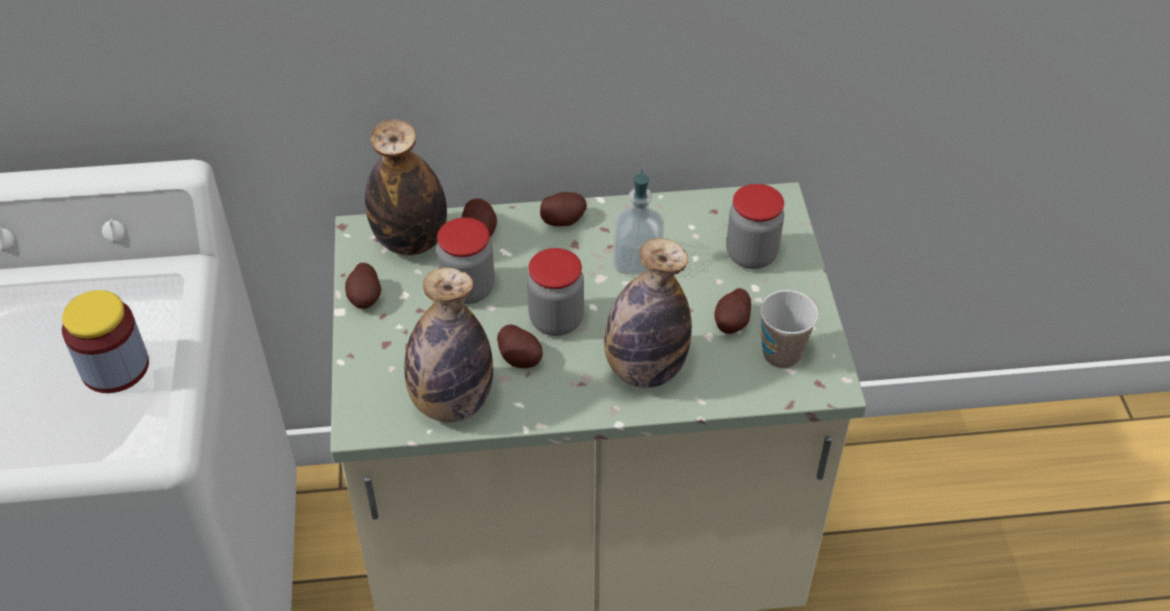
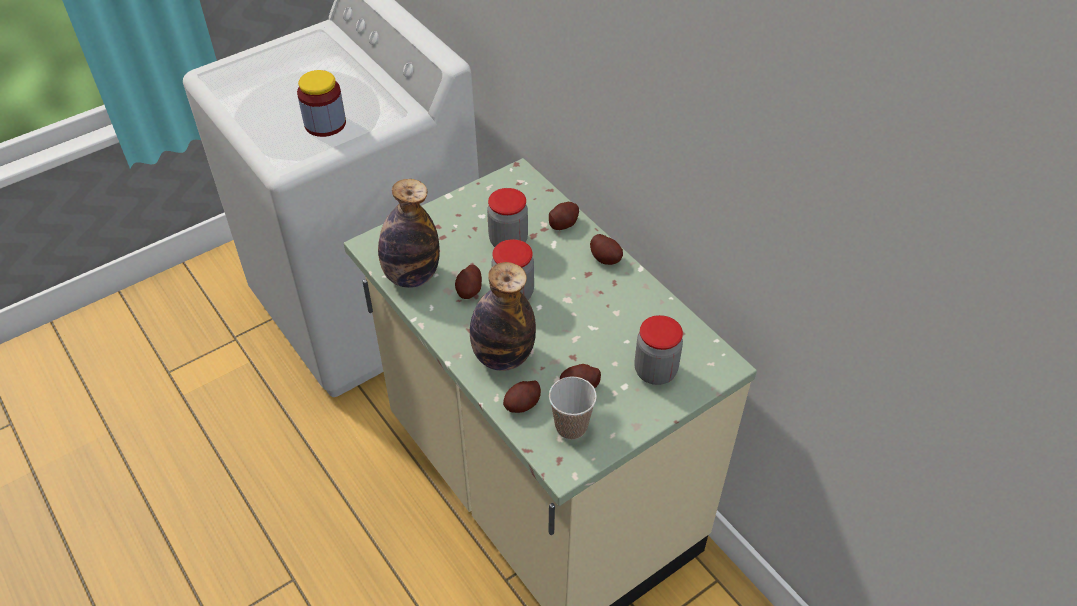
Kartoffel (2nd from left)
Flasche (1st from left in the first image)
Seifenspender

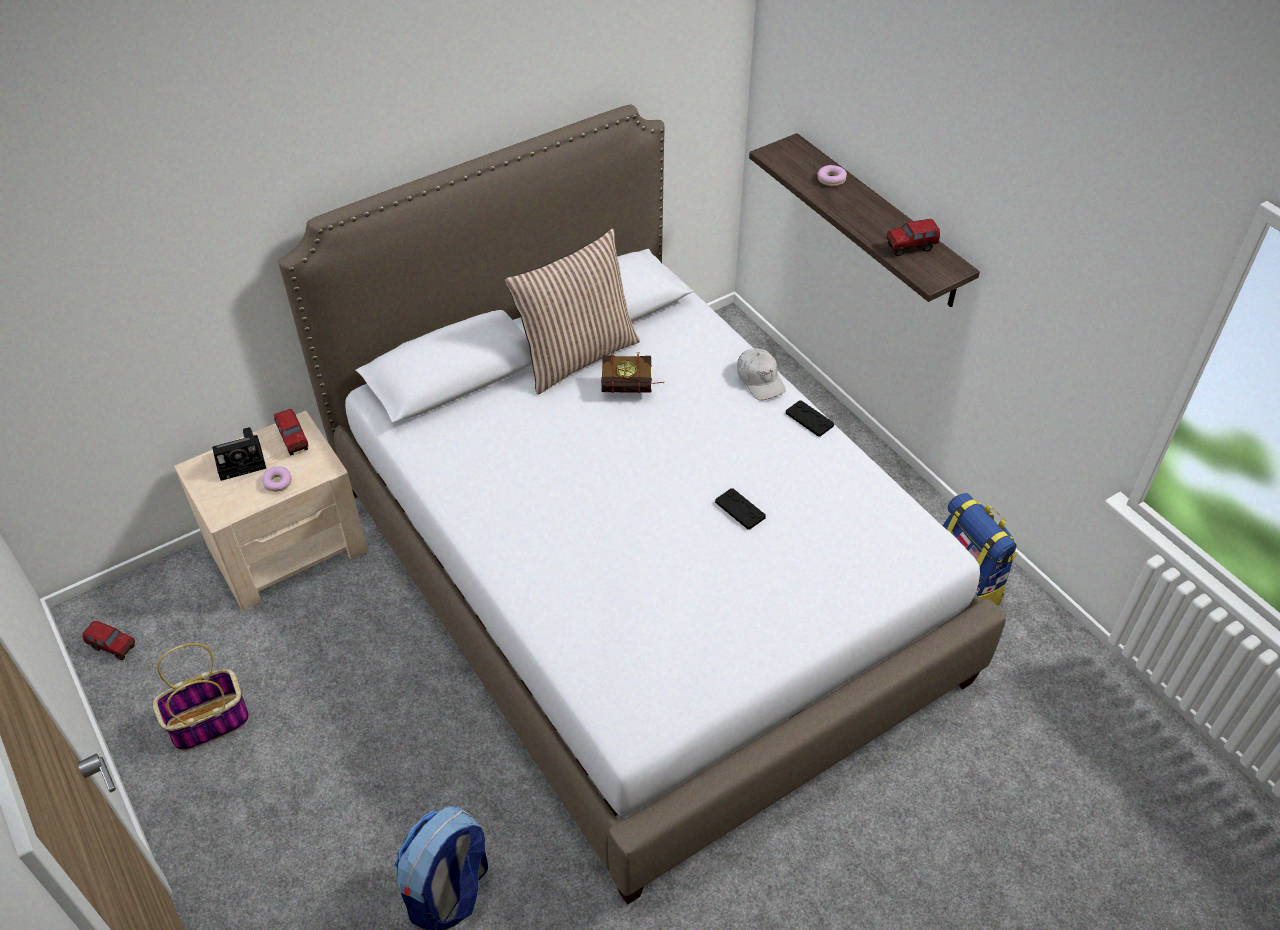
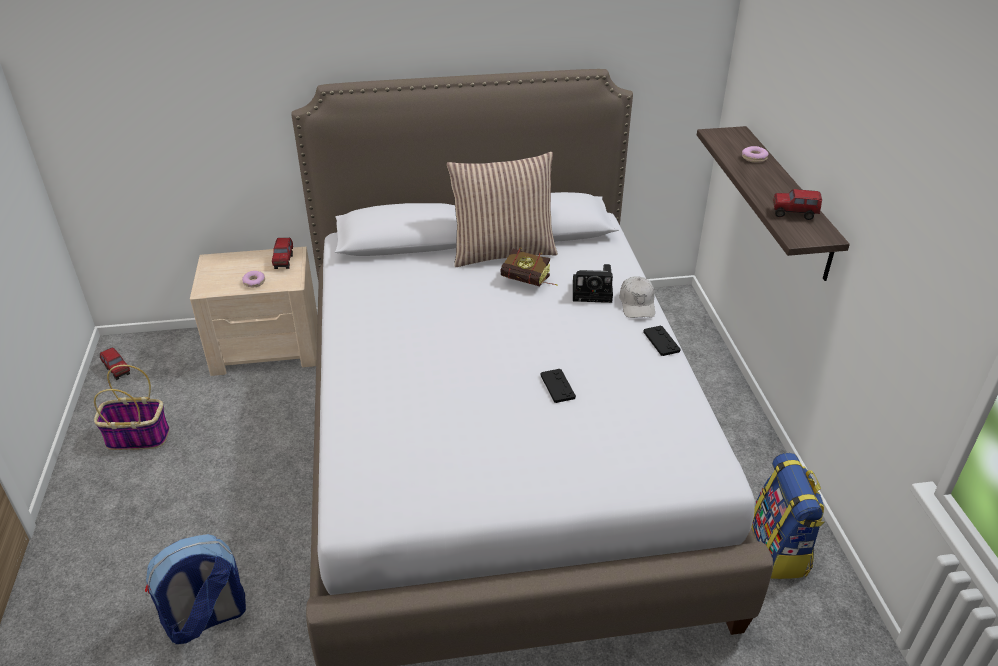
Kamera

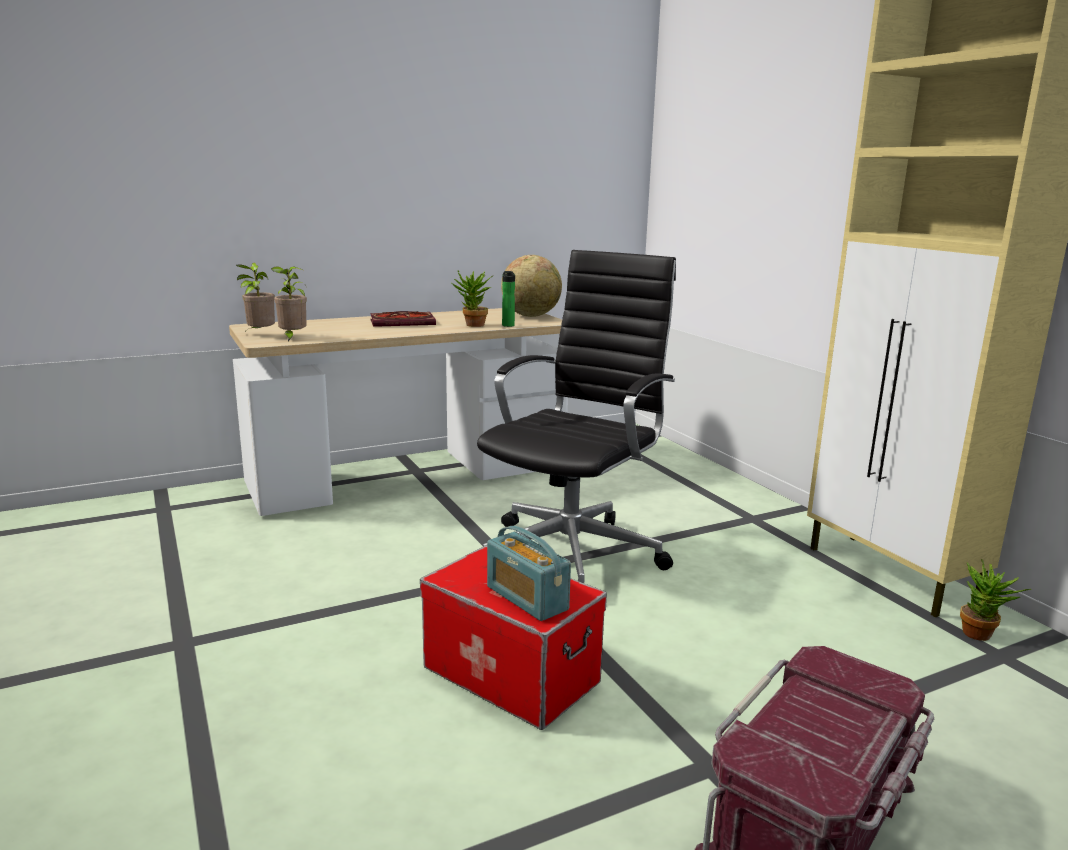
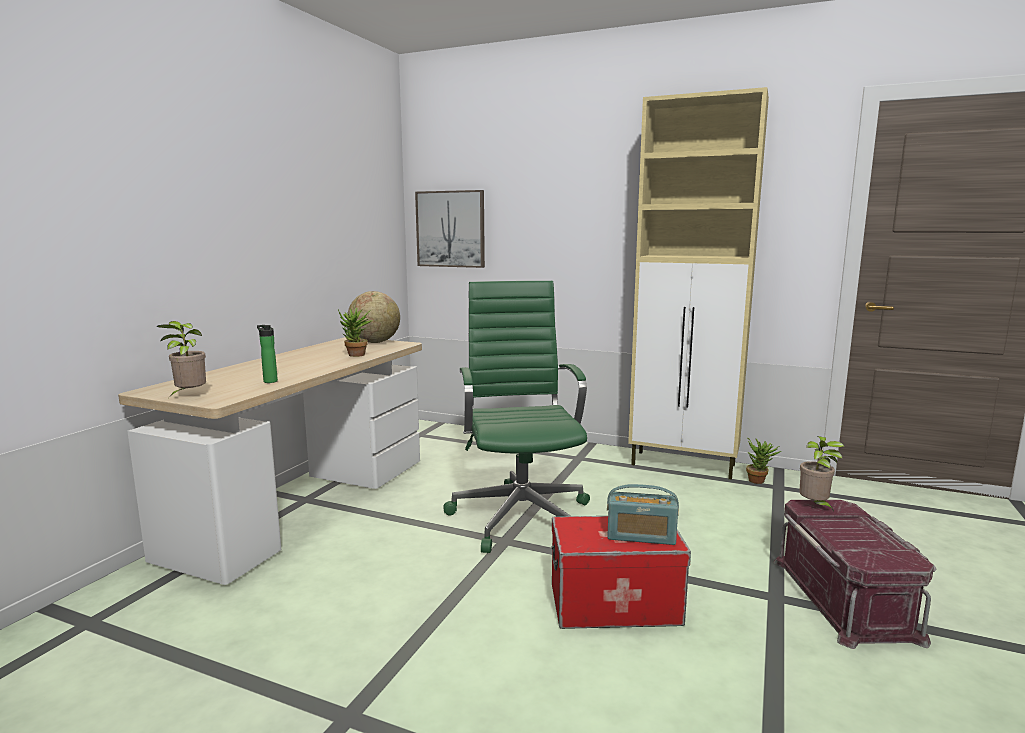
Flasche
Bild
Bürostuhl (grün)
Topfpflanze (4th from left)
Buch

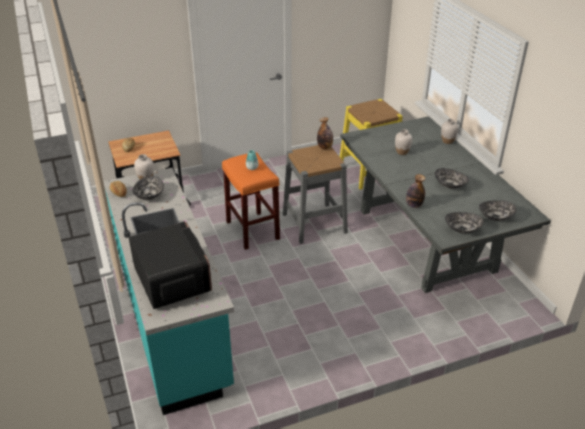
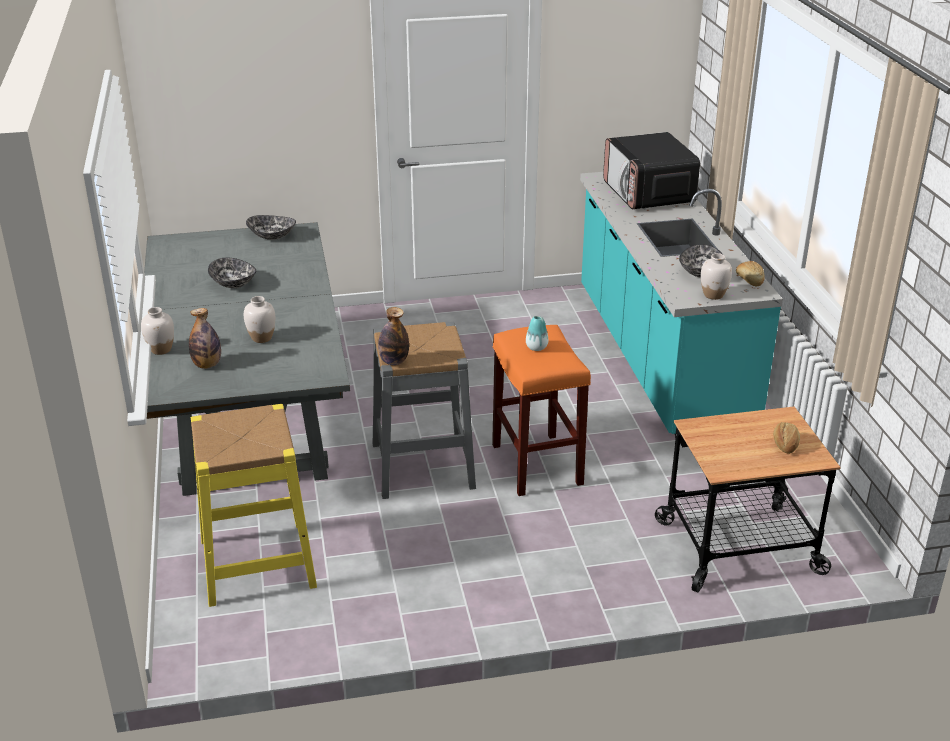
Flasche (1st from left)
Schüssel (4th from left in the first image)

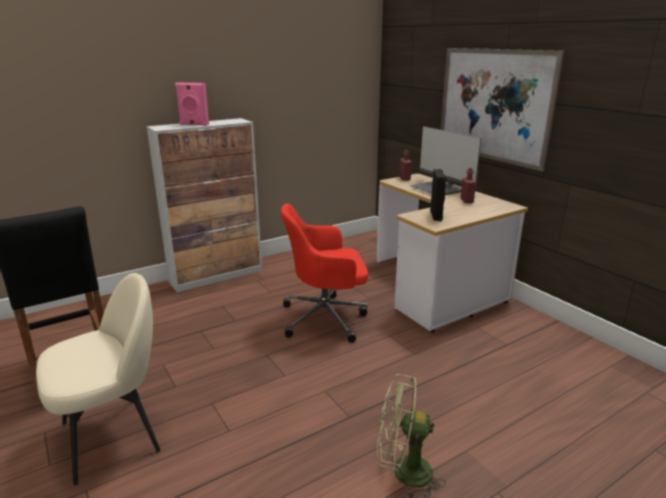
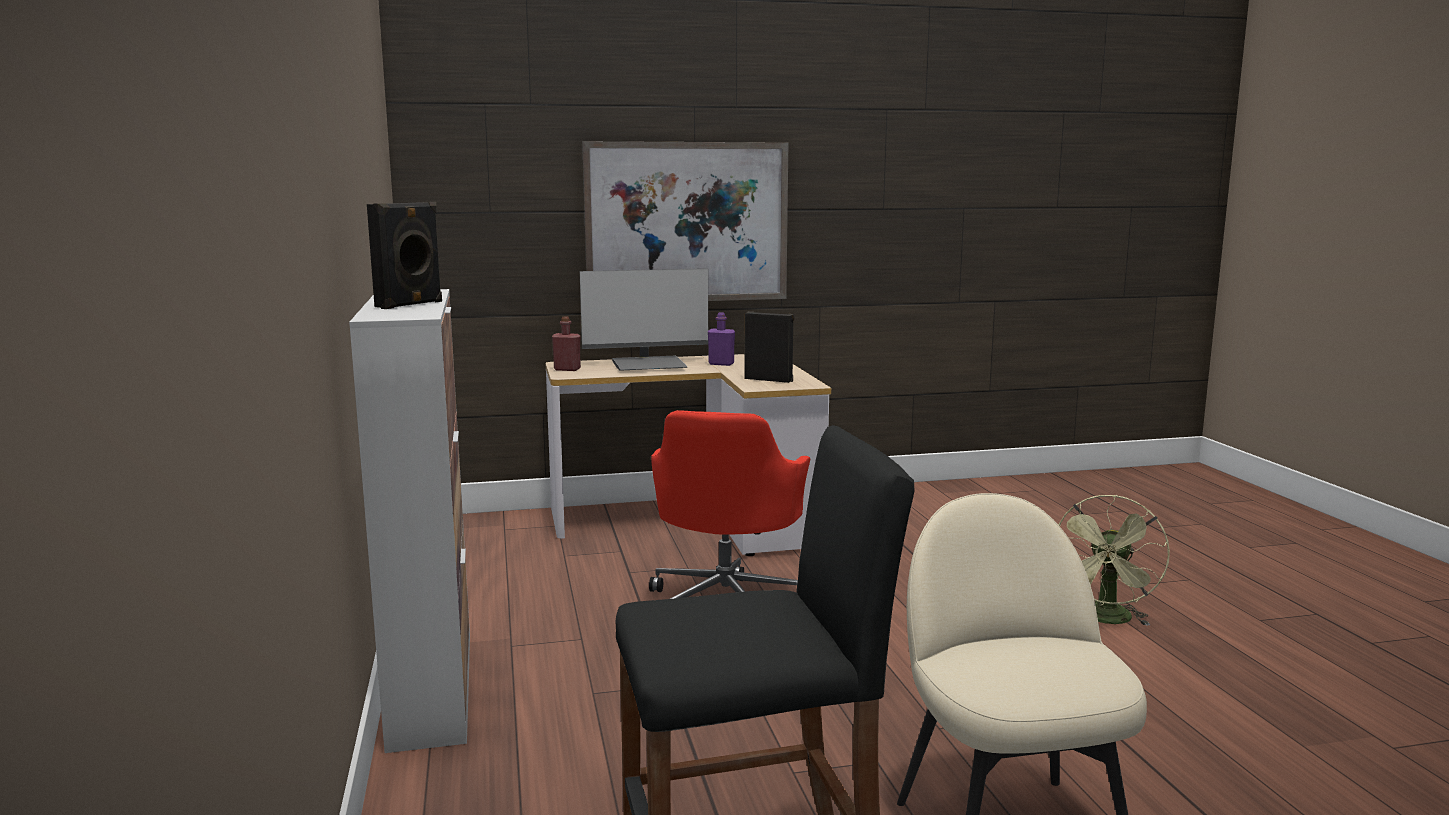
Lautsprecher (schwarz) (1st from left)
Flasche (lila)

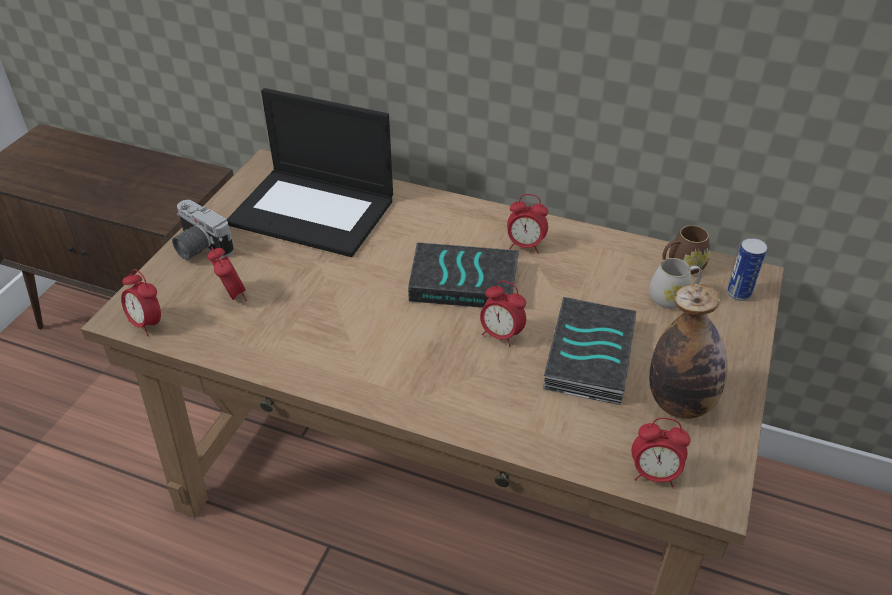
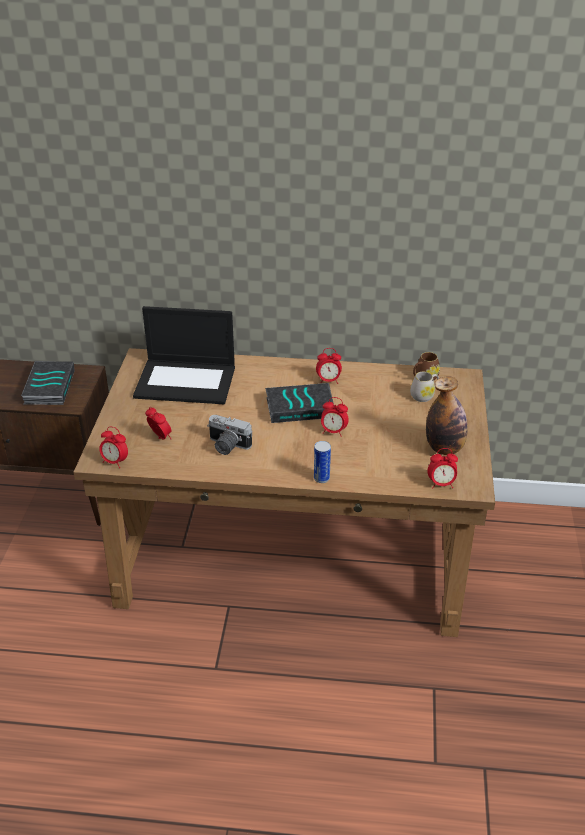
Buch (1st from left)
Kamera
Dose

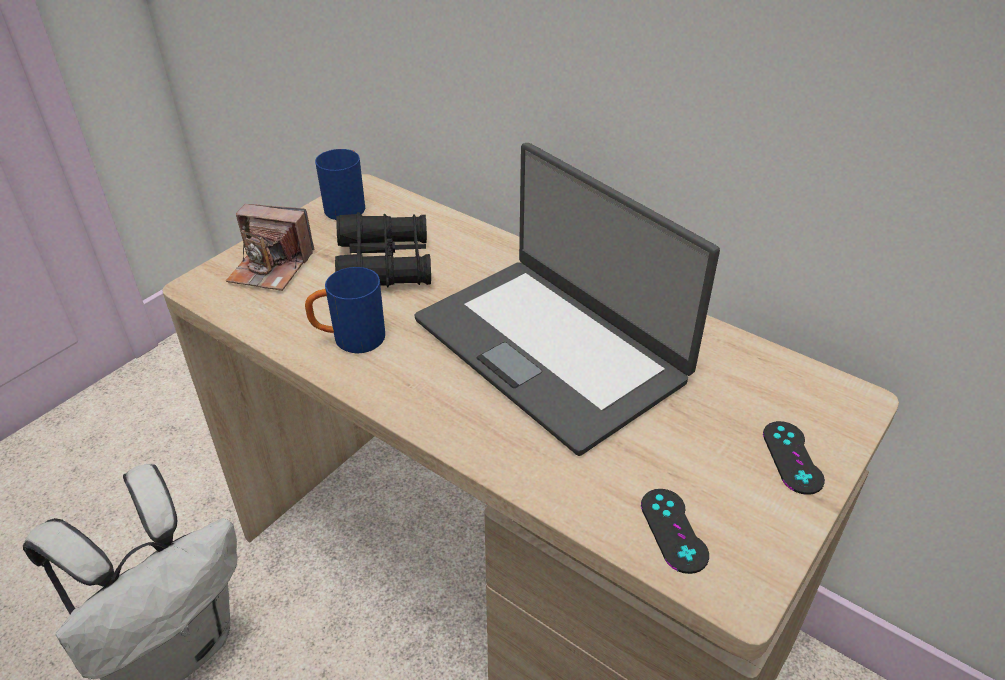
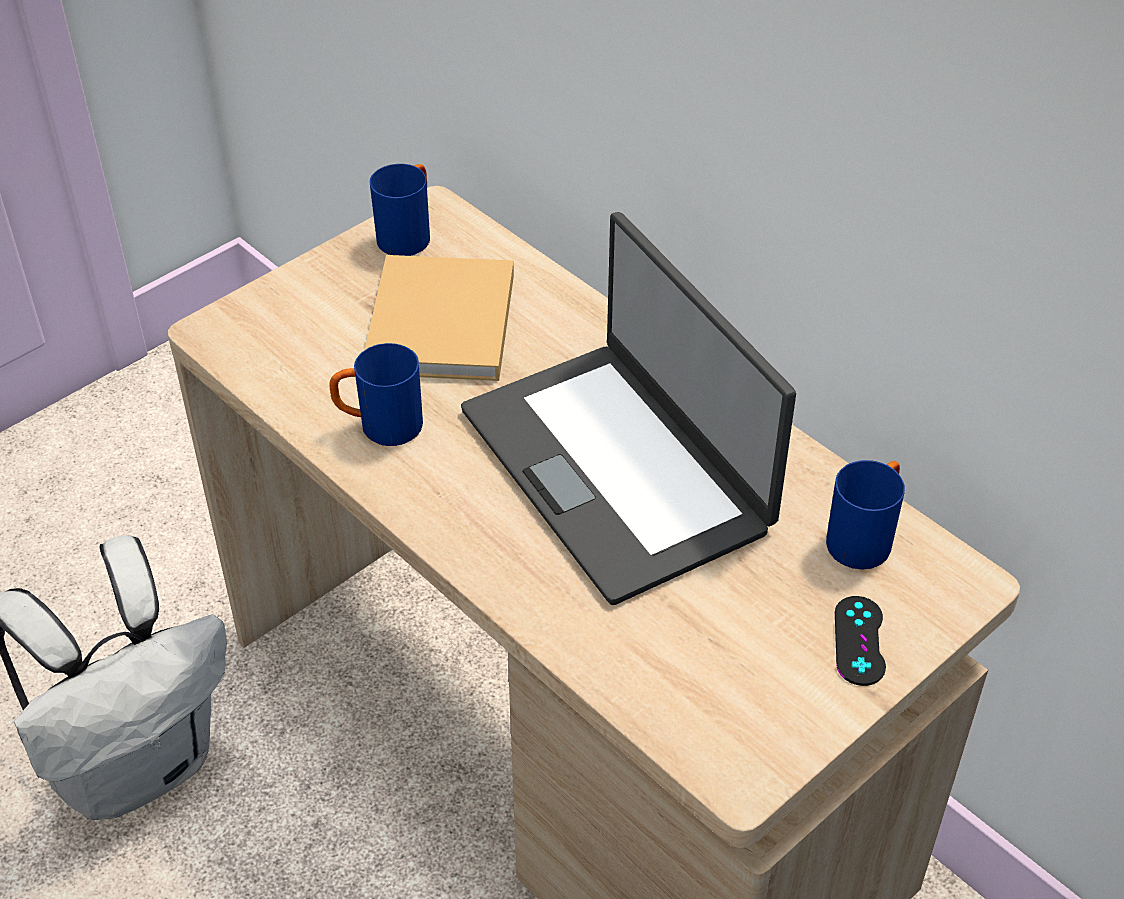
Buch (beige)
Henkelbecher (blau) (3rd from left)
Kamera
Gamepad (schwarz) (1st from left in the first image)

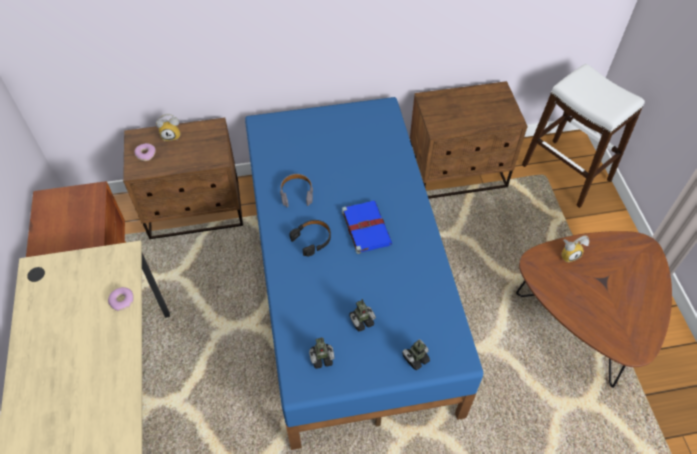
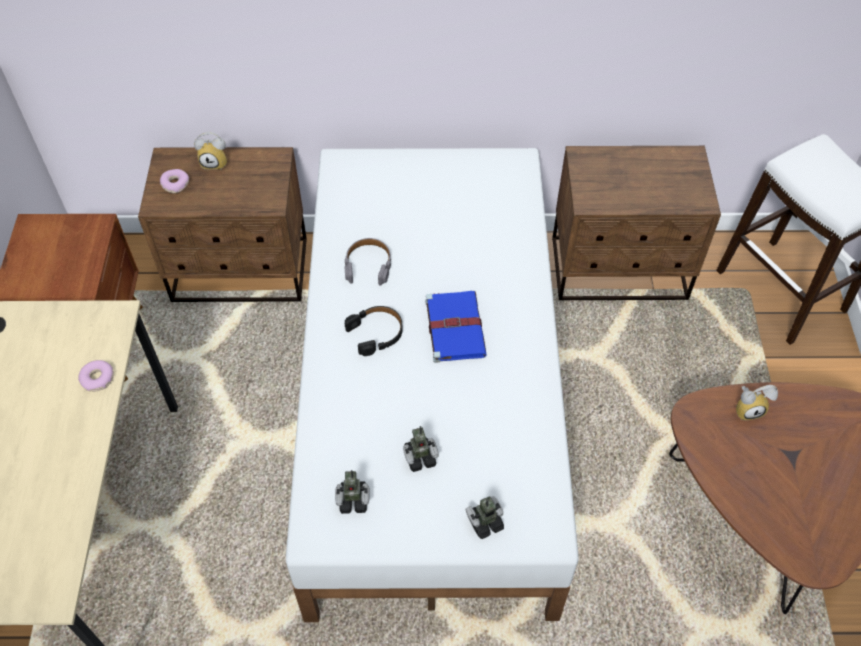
Bett (weiß)

